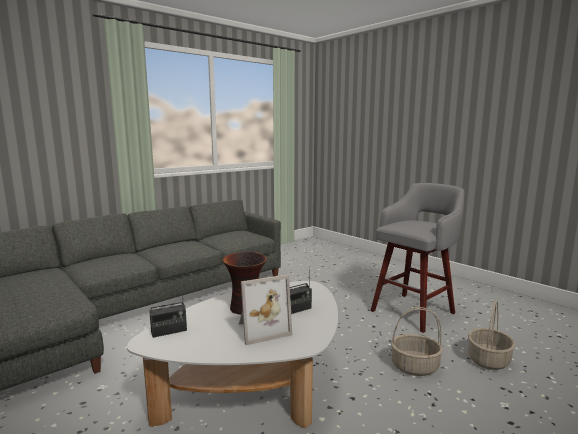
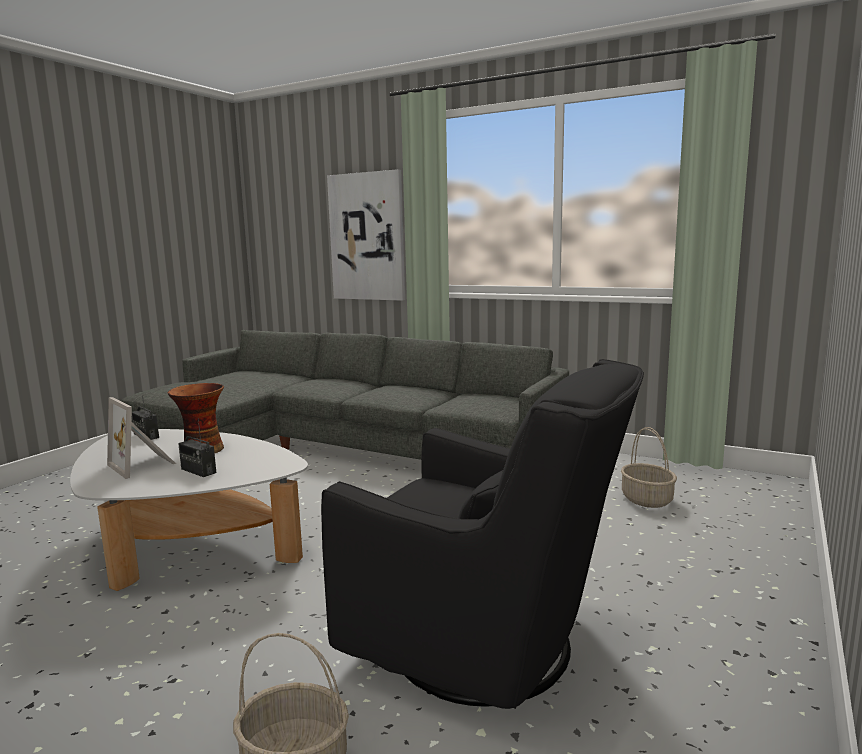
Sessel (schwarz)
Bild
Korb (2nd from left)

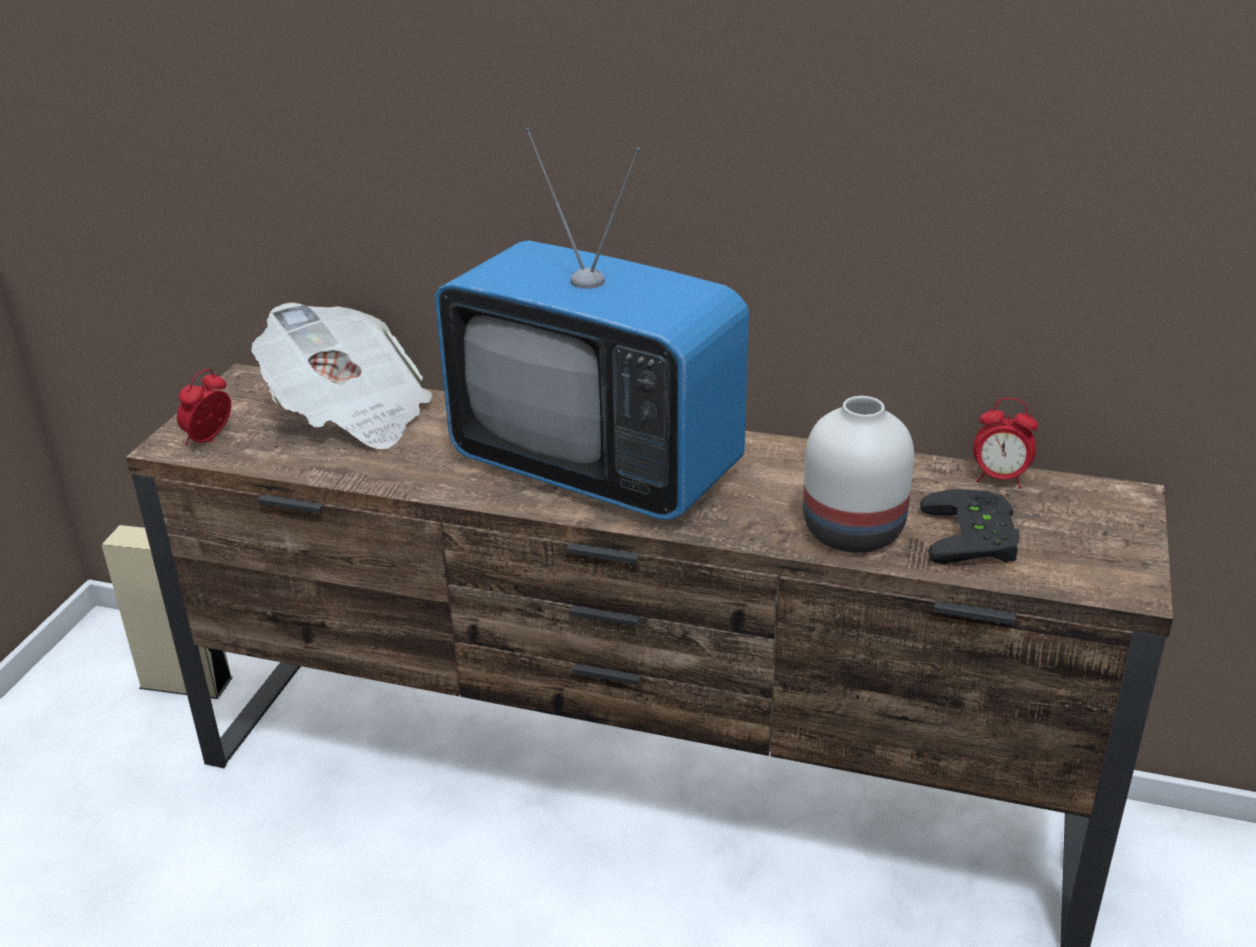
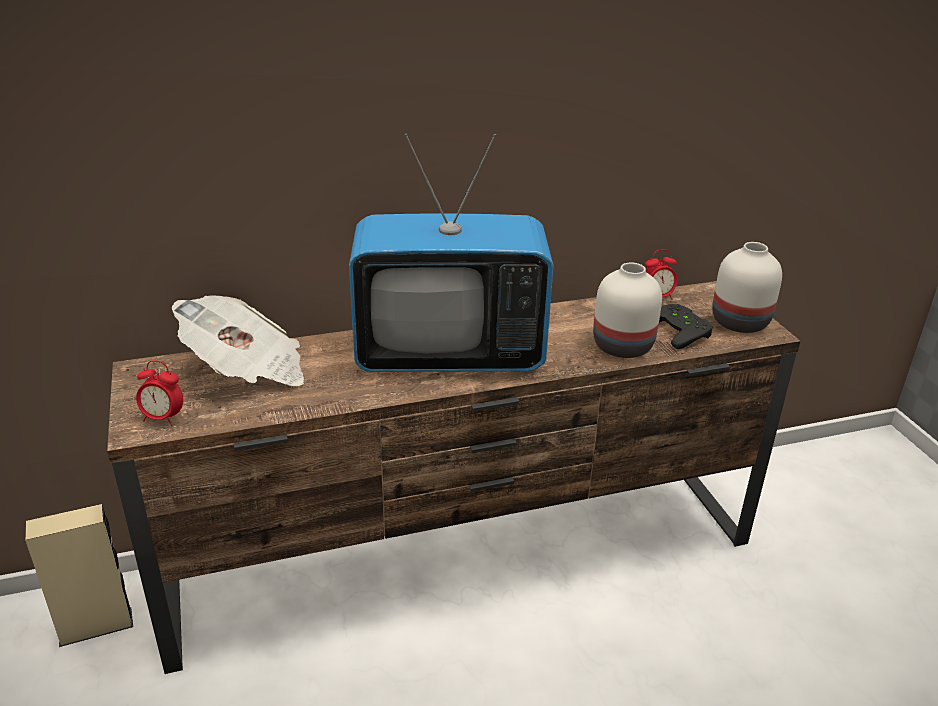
Wecker (1st from left)
Vase (weiß) (2nd from left)

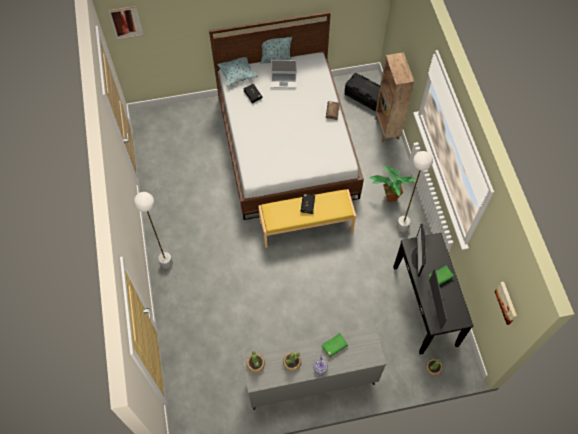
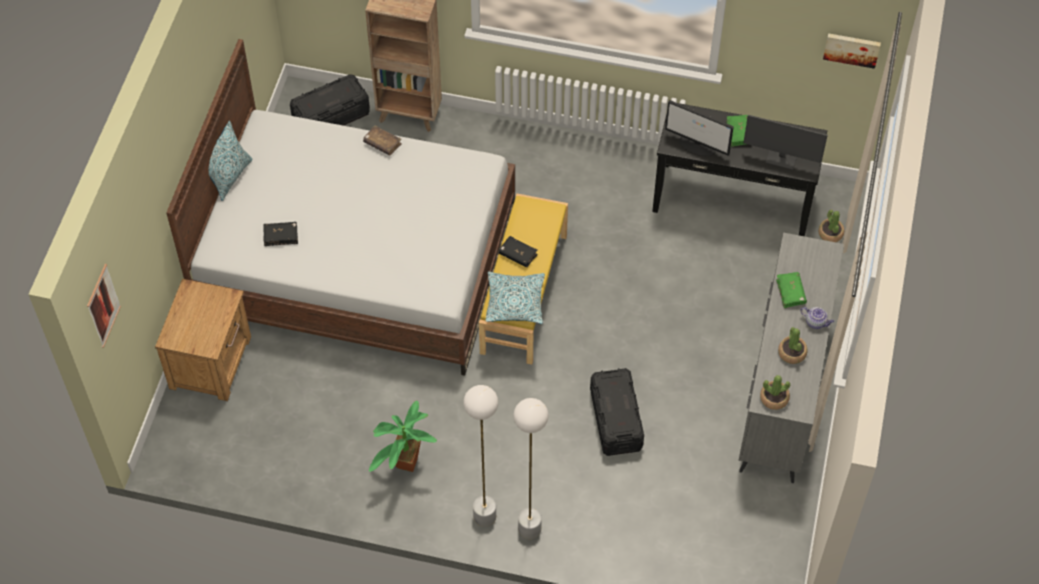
Nachttisch (braun)
Topfpflanze (1st from left)
Kissen (2nd from left)
Stehlampe (weiß) (2nd from left)
Aufbewahrungsbox (schwarz) (2nd from left)
Laptop

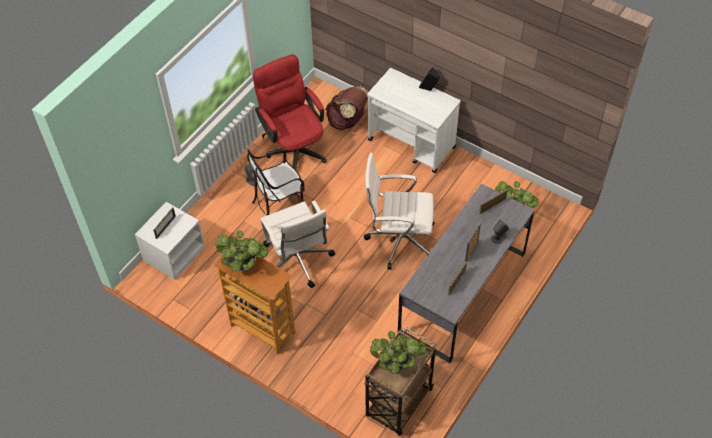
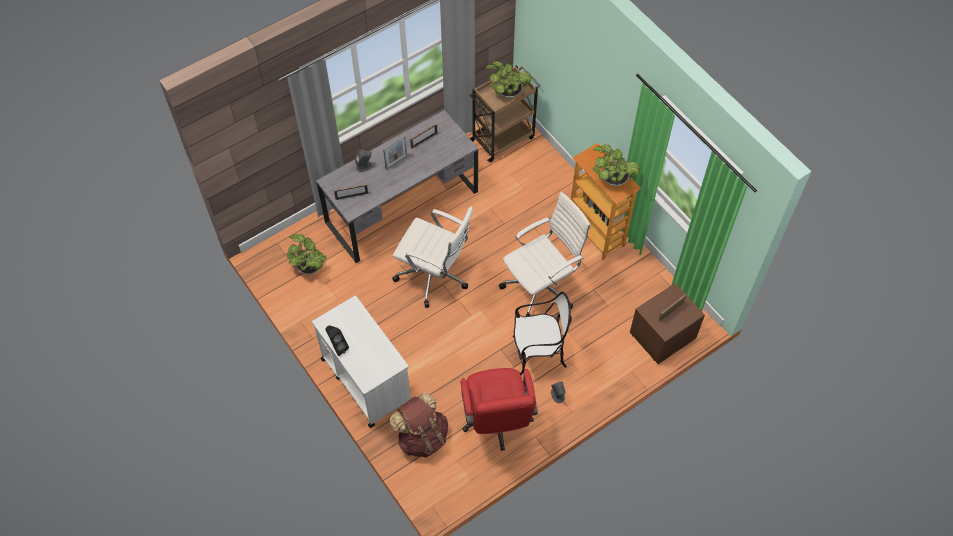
Bürostuhl (weiß) (2nd from left)
Nachttisch (braun)

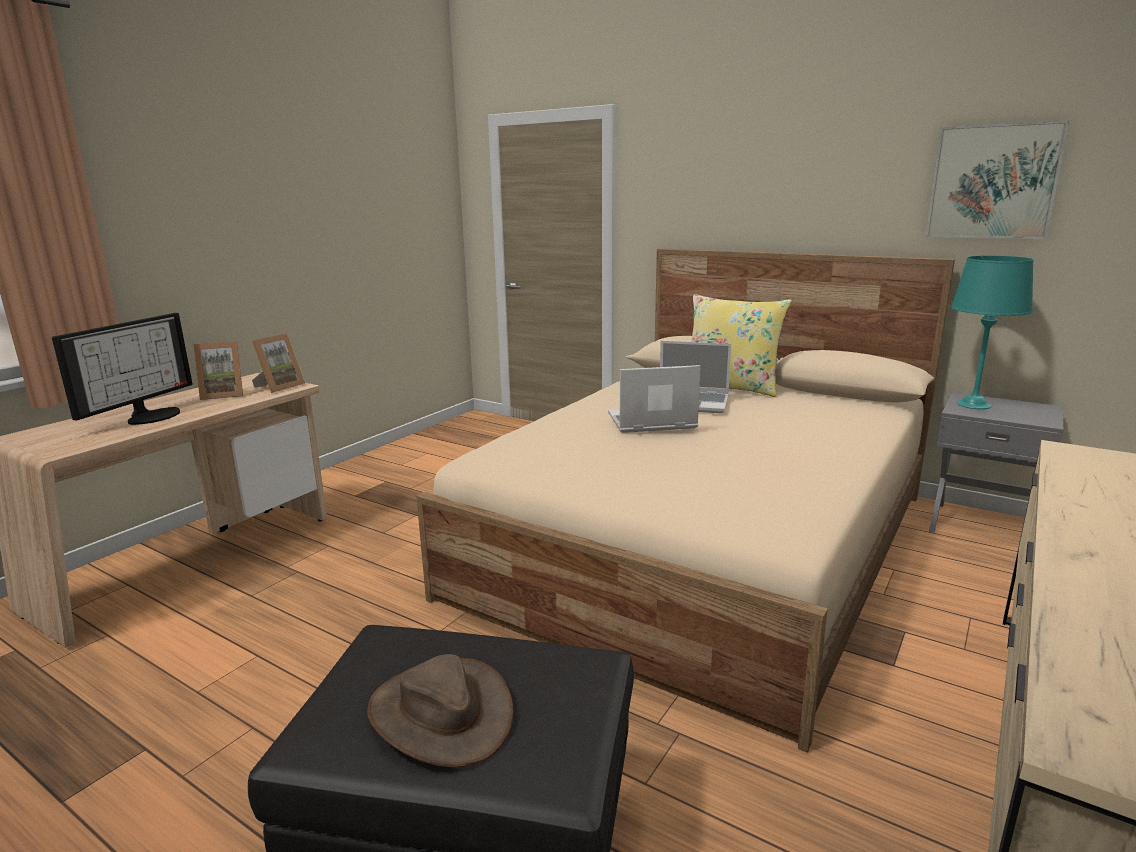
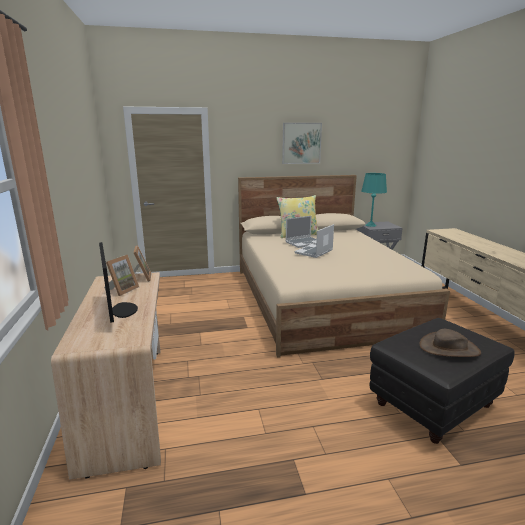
Bild

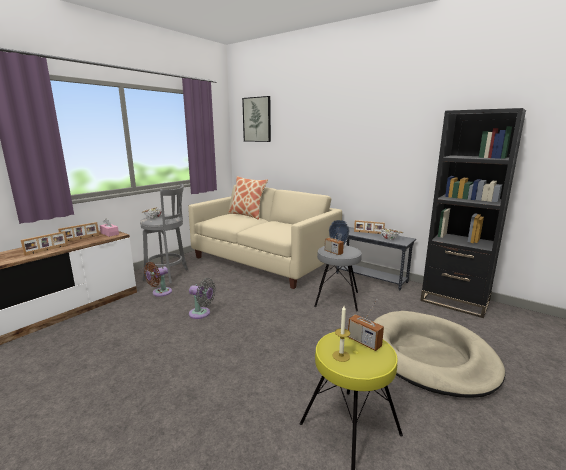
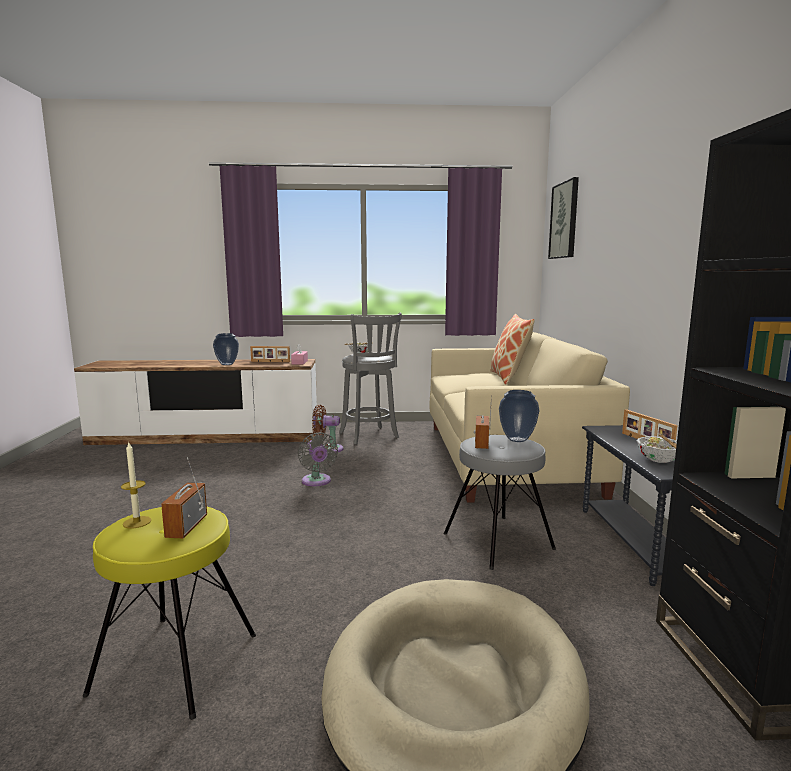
Vase (1st from left)

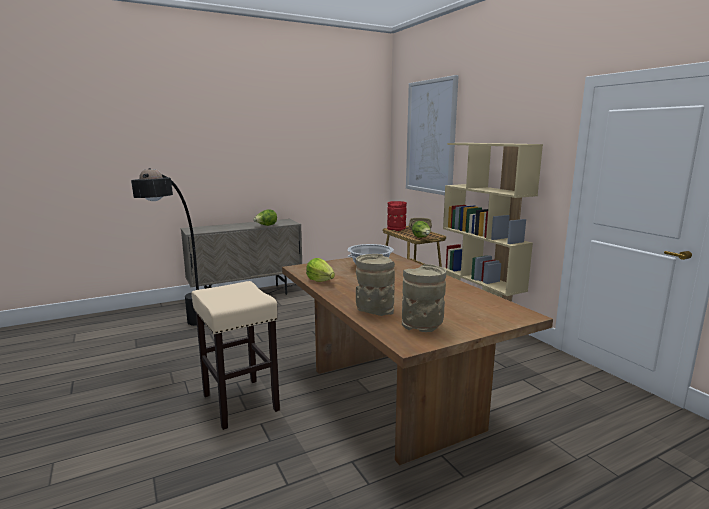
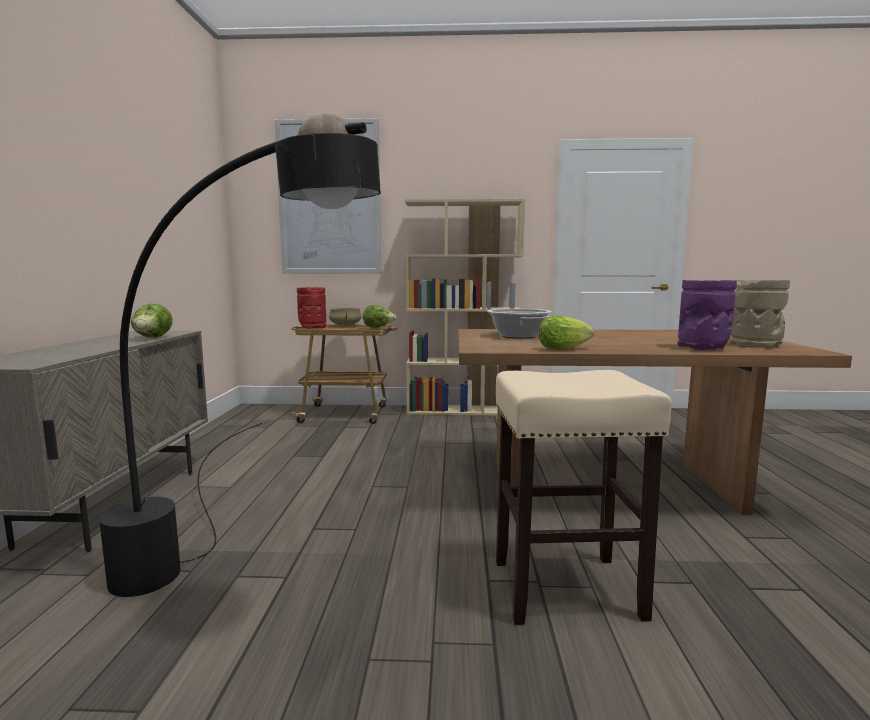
Vase (lila)

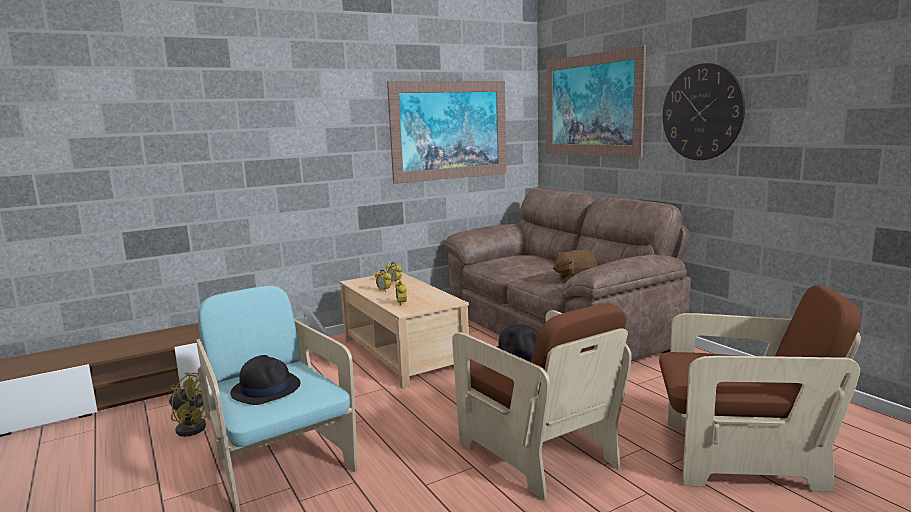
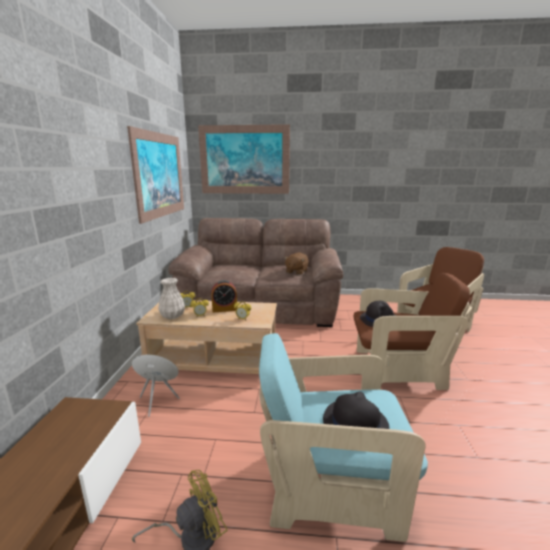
Vase (weiß)
Wecker (3rd from left)
Wanduhr

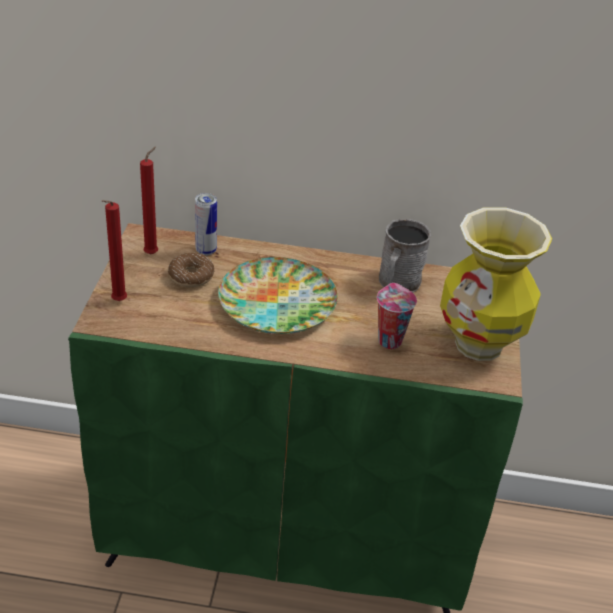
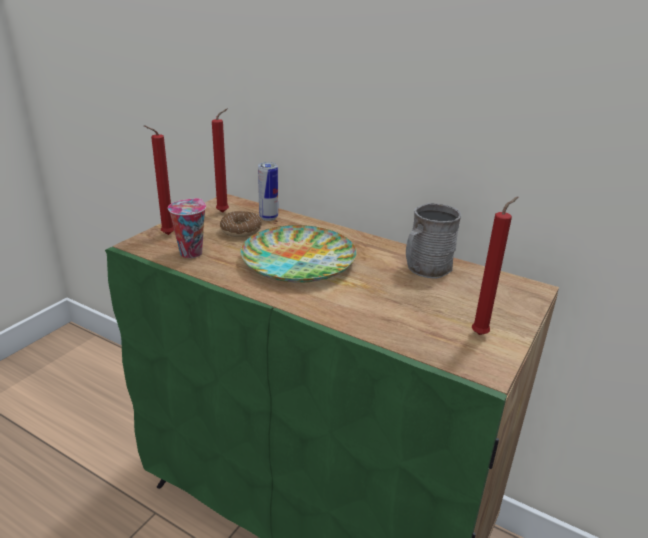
Tasse
Kerze (rot) (3rd from left)

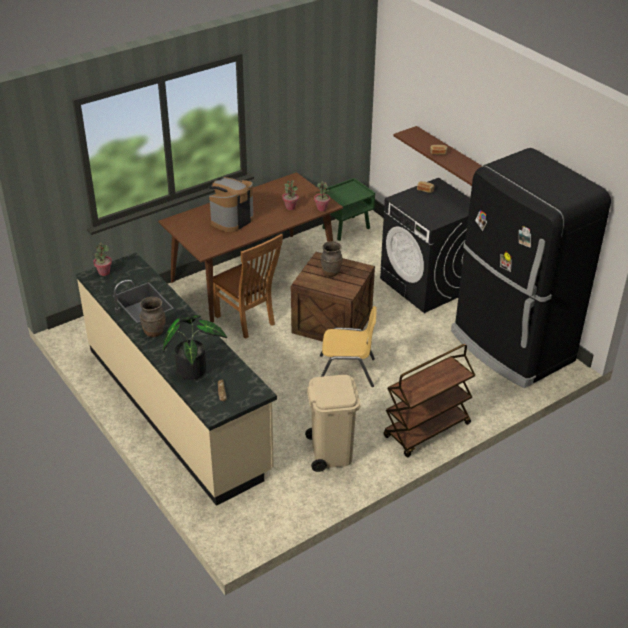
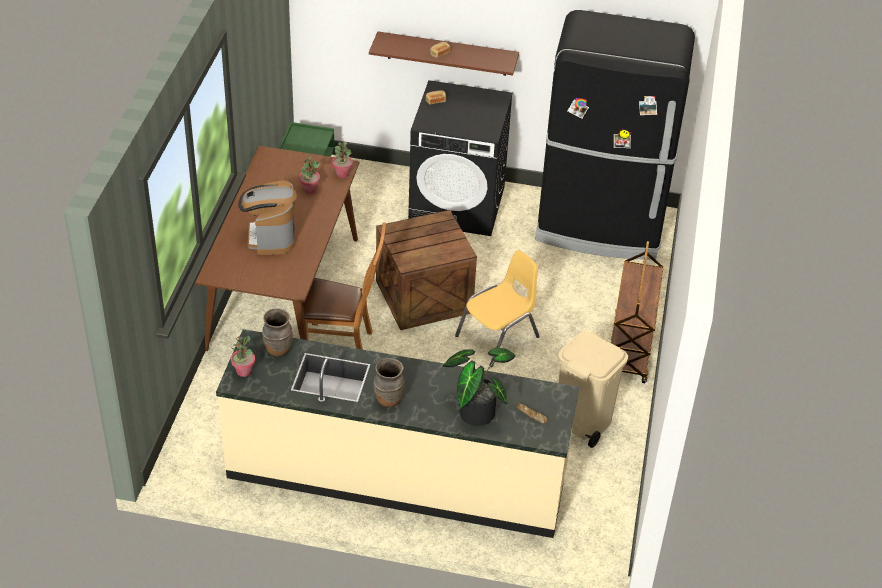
Vase (braun) (1st from left)

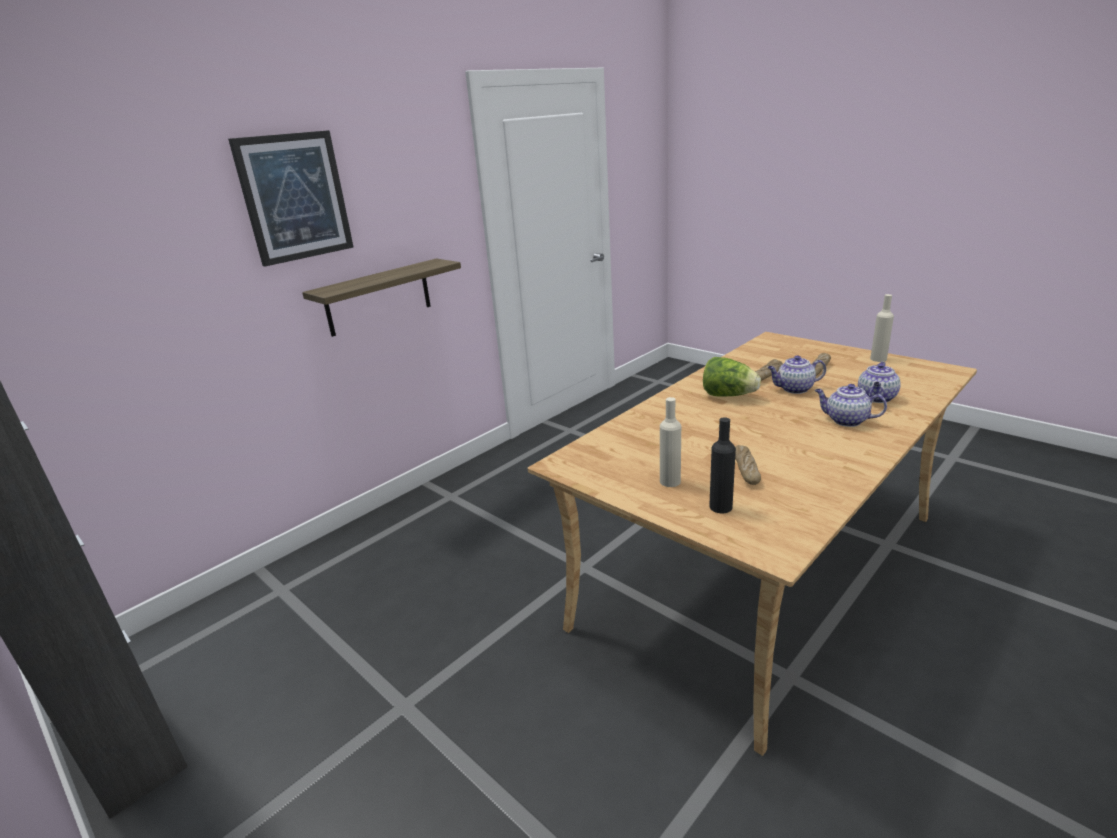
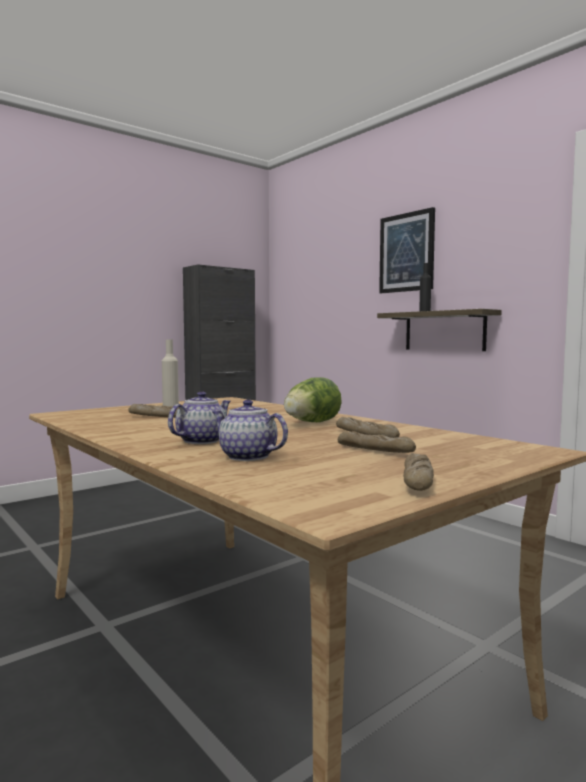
Brot (4th from left)
Flasche (schwarz)
Teekanne (1st from left in the first image)

